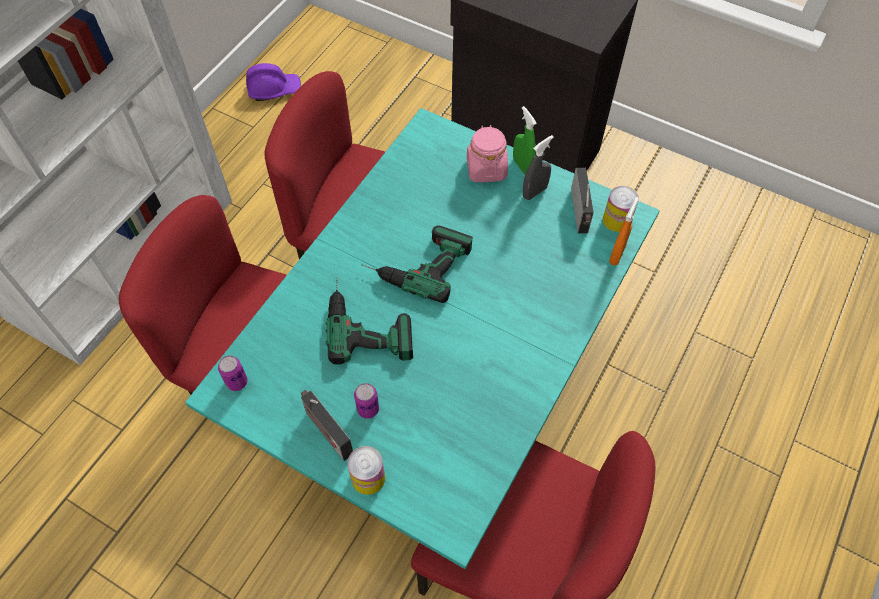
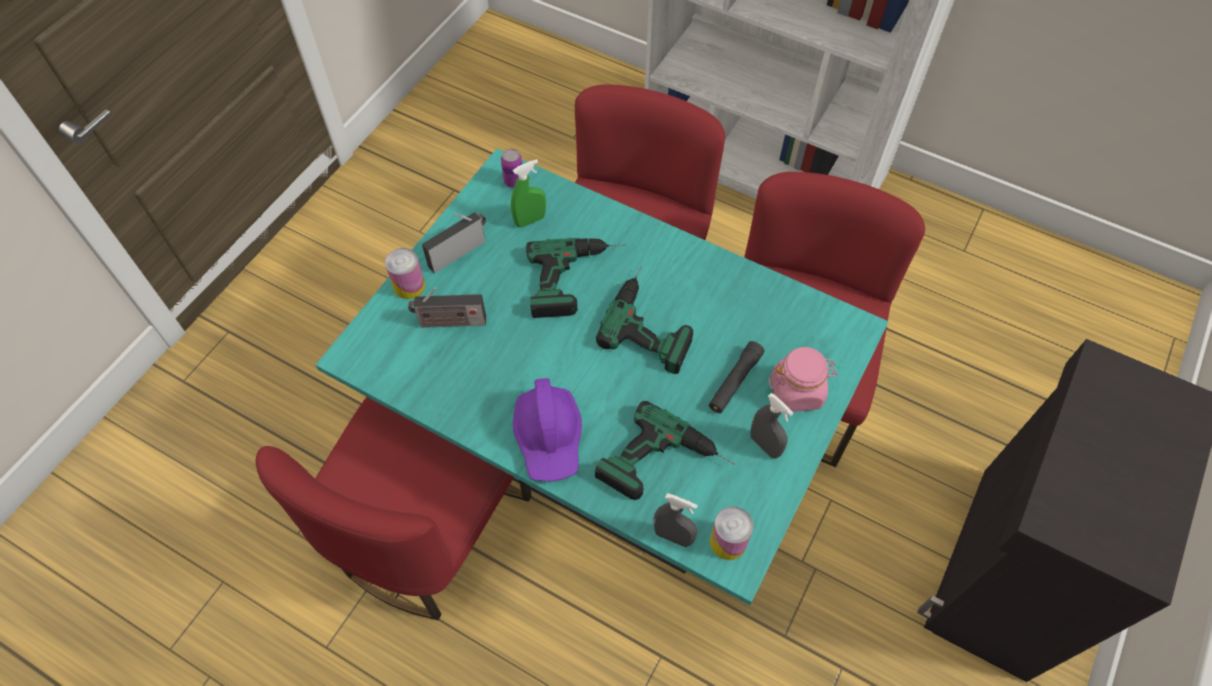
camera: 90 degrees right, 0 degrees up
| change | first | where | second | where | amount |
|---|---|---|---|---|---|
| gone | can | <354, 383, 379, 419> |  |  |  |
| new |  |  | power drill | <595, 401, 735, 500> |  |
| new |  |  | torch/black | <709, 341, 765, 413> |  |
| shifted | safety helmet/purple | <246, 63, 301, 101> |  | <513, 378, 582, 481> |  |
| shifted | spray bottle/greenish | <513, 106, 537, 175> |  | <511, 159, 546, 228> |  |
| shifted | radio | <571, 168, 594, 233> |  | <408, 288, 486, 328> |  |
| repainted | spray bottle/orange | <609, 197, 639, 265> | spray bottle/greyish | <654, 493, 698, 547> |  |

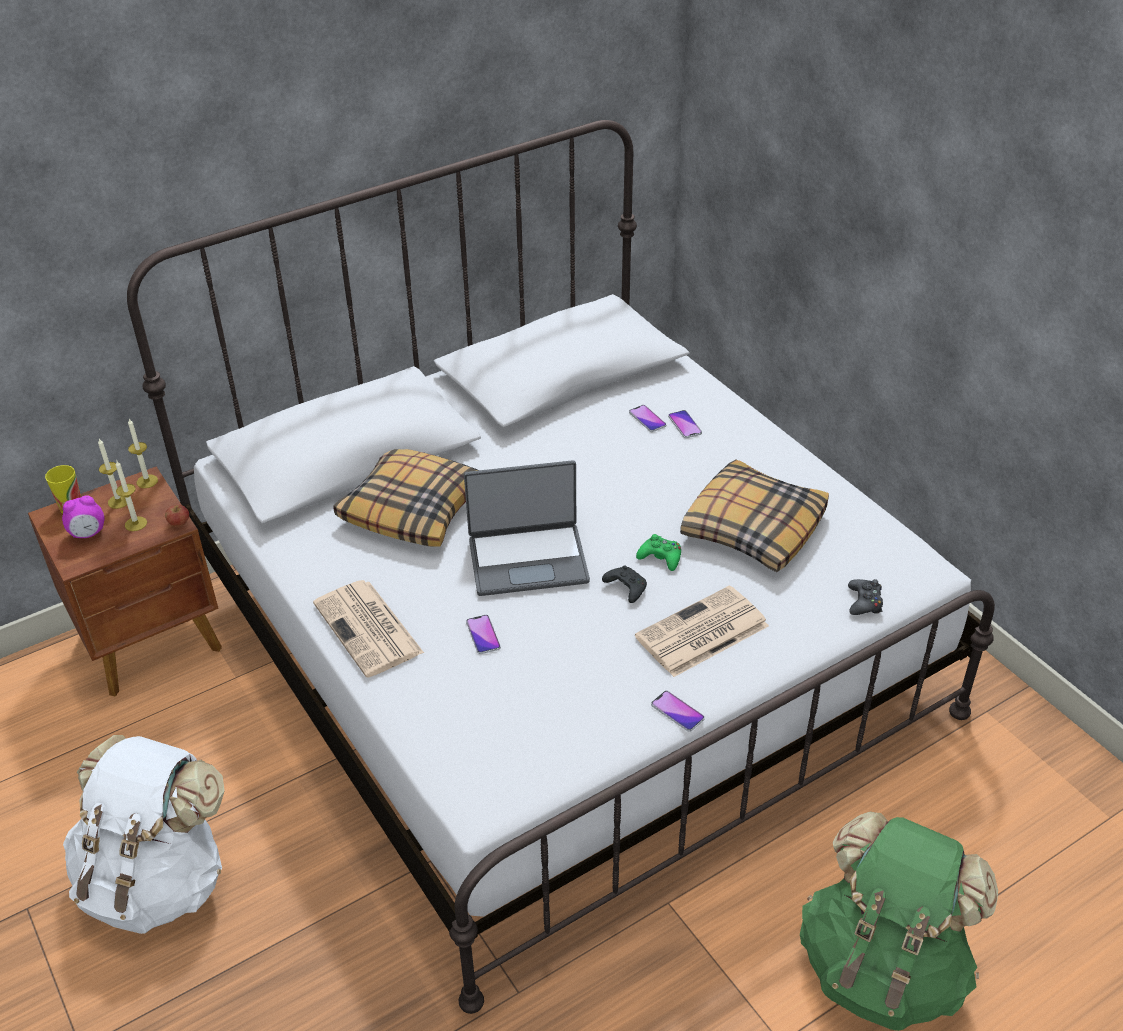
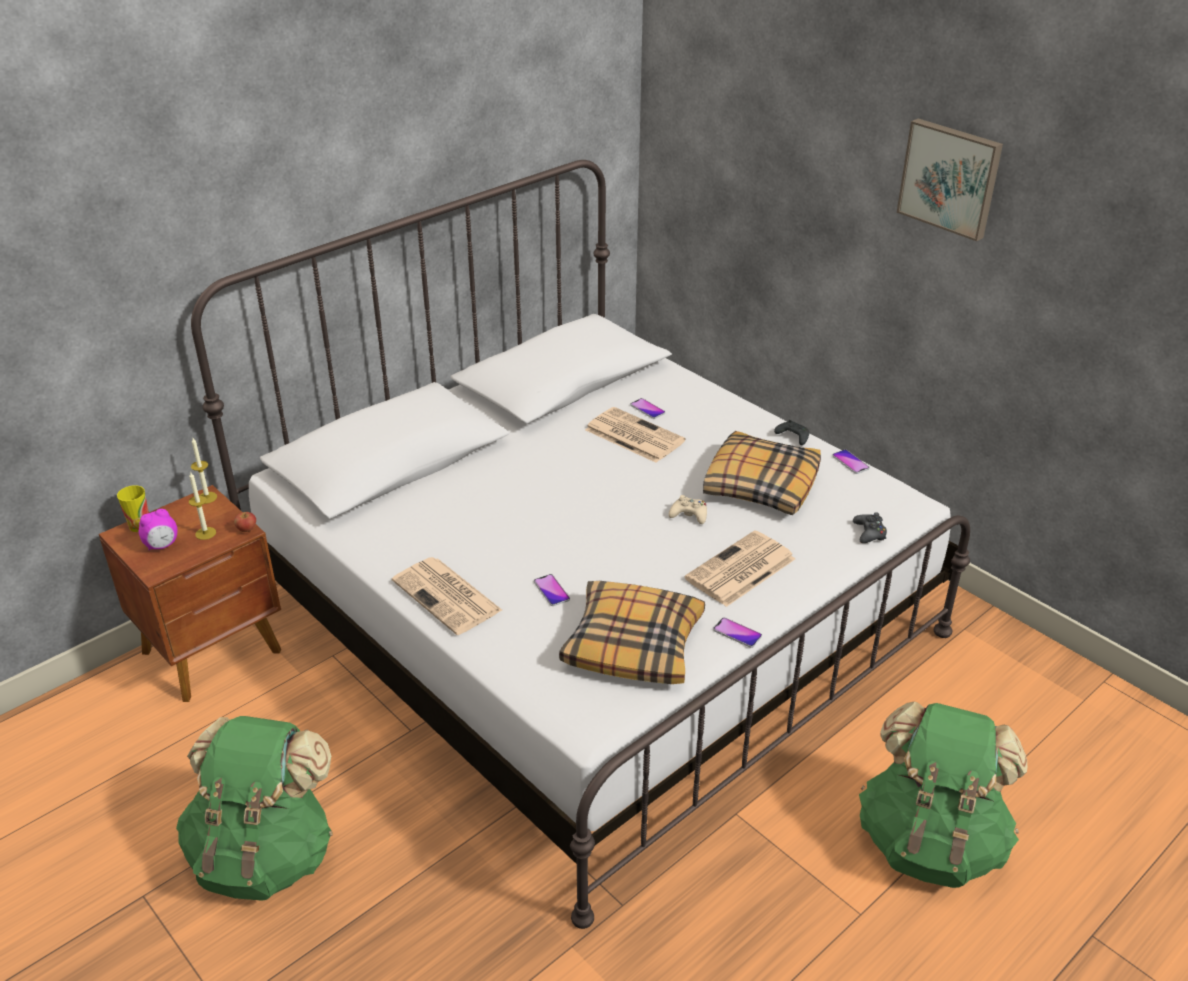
camera: 10 degrees left, 5 degrees down
| change | first | where | second | where | amount |
|---|---|---|---|---|---|
| gone | wax candle | <98, 439, 127, 509> |  |  |  |
| gone | laptop | <464, 460, 590, 596> |  |  |  |
| new |  |  | newspaper | <585, 407, 686, 463> |  |
| new |  |  | picture | <897, 119, 1003, 241> |  |
| shifted | throw pillow | <334, 449, 479, 547> |  | <559, 581, 705, 684> |  |
| shifted | joypad/black | <602, 565, 647, 603> |  | <774, 420, 809, 445> |  |
| shifted | telephone | <668, 410, 702, 438> |  | <832, 449, 870, 474> |  |
| repainted | knapsack/white | <63, 735, 225, 934> | knapsack/greenish | <176, 716, 333, 901> |  |
| repainted | joypad/greenish | <636, 534, 681, 571> | joypad/beige-coloured | <668, 495, 707, 524> |  |

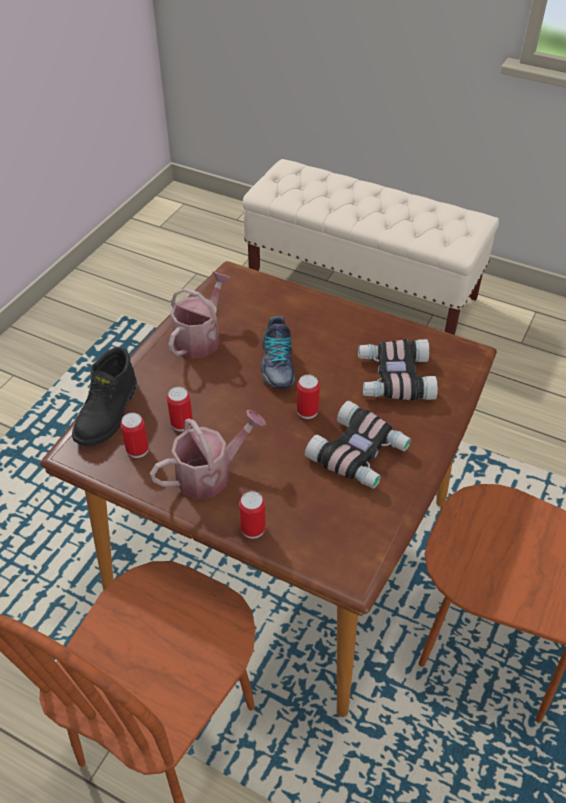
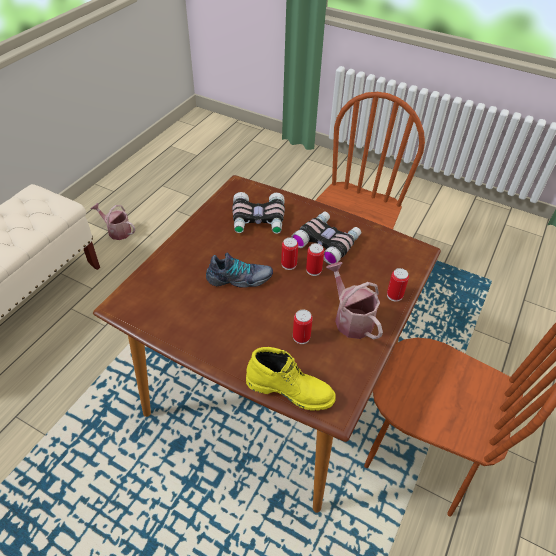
camera: 90 degrees left, 0 degrees up
| change | first | where | second | where | amount |
|---|---|---|---|---|---|
| shifted | can | <120, 413, 149, 458> |  | <306, 243, 324, 276> |  |
| shifted | watering pot | <168, 271, 231, 358> |  | <91, 203, 135, 240> |  |
| repainted | high-top boot/black | <72, 347, 137, 446> | high-top boot/yellow | <246, 347, 336, 411> |  |

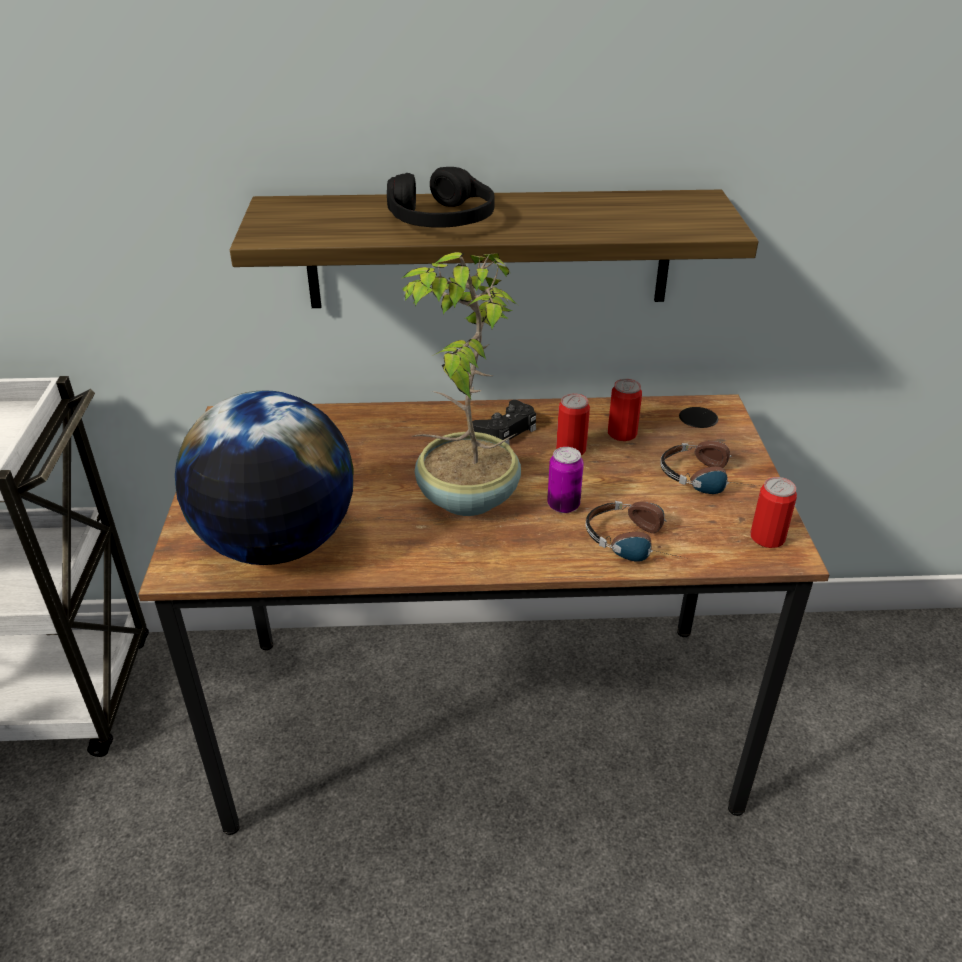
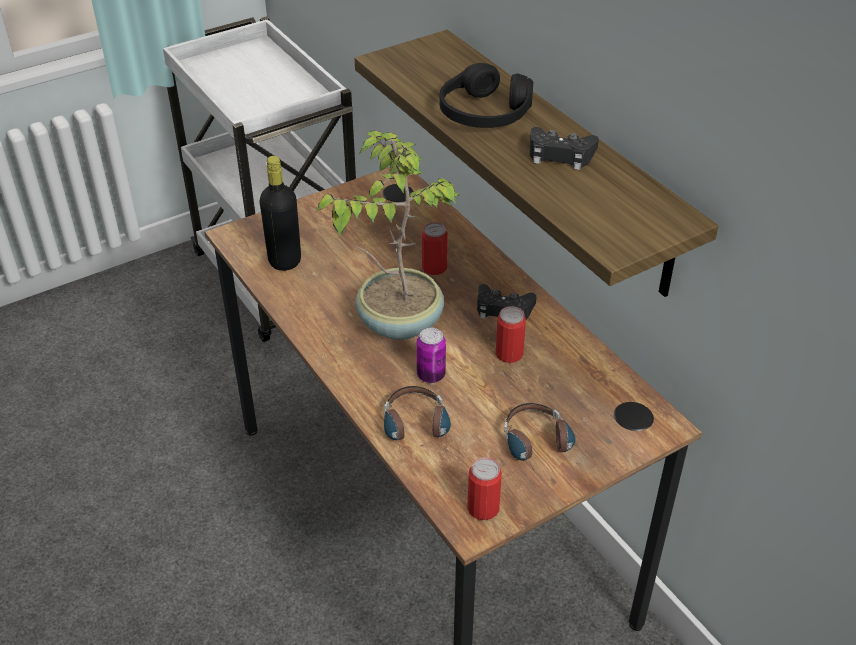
camera: 60 degrees right, 5 degrees up
| change | first | where | second | where | amount |
|---|---|---|---|---|---|
| new |  |  | joypad/black | <530, 127, 599, 170> |  |
| shifted | can | <608, 379, 642, 441> |  | <422, 222, 448, 275> |  |
| swapped | world globe | <175, 390, 353, 565> | drink bottle/black | <259, 156, 301, 271> |  |

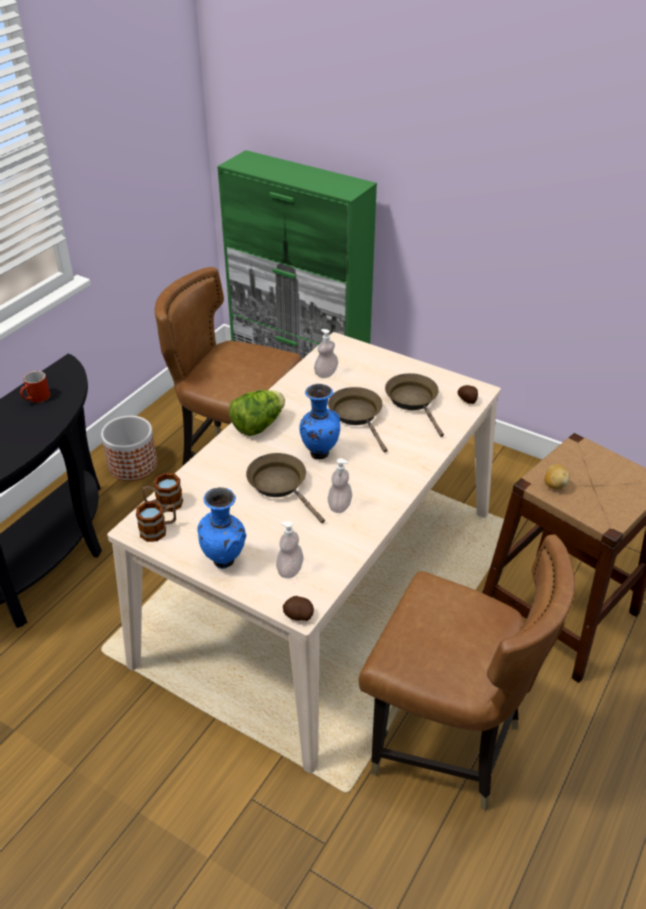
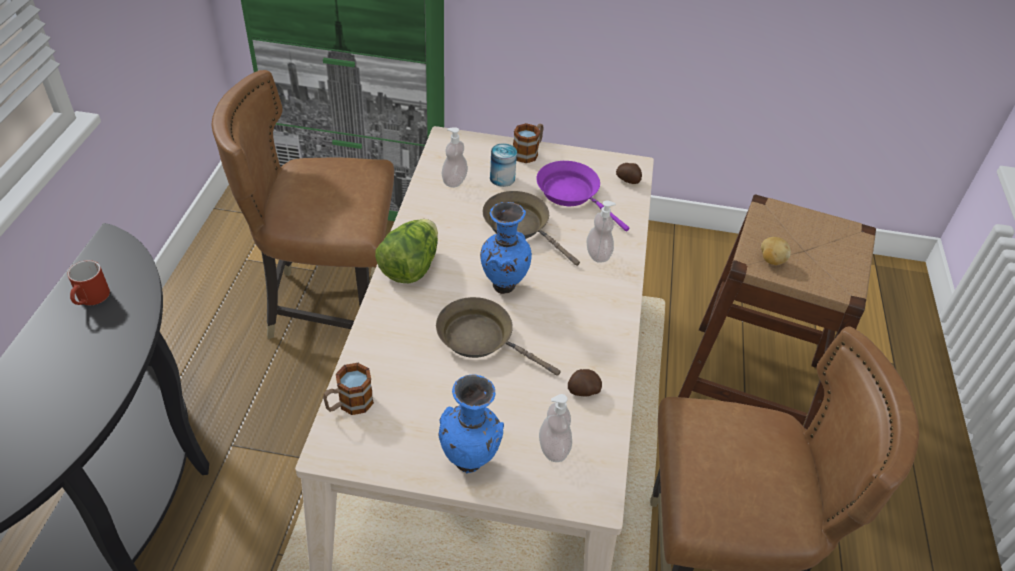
camera: 25 degrees left, 5 degrees up
| change | first | where | second | where | amount |
|---|---|---|---|---|---|
| gone | plant pot | <101, 416, 157, 481> |  |  |  |
| new |  |  | can | <490, 143, 517, 187> |  |
| shifted | tea mug | <136, 501, 176, 542> |  | <513, 123, 544, 163> |  |
| shifted | spud | <283, 596, 314, 621> |  | <568, 369, 602, 396> |  |
| shifted | soap bottle | <328, 458, 352, 513> |  | <586, 200, 616, 263> |  |
| repainted | frying pan/brown-coloured | <385, 373, 444, 437> | frying pan/purple | <536, 161, 629, 231> |  |

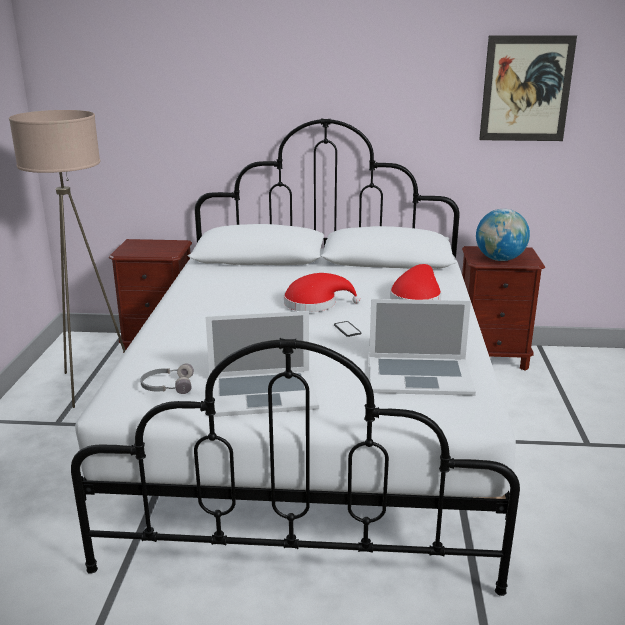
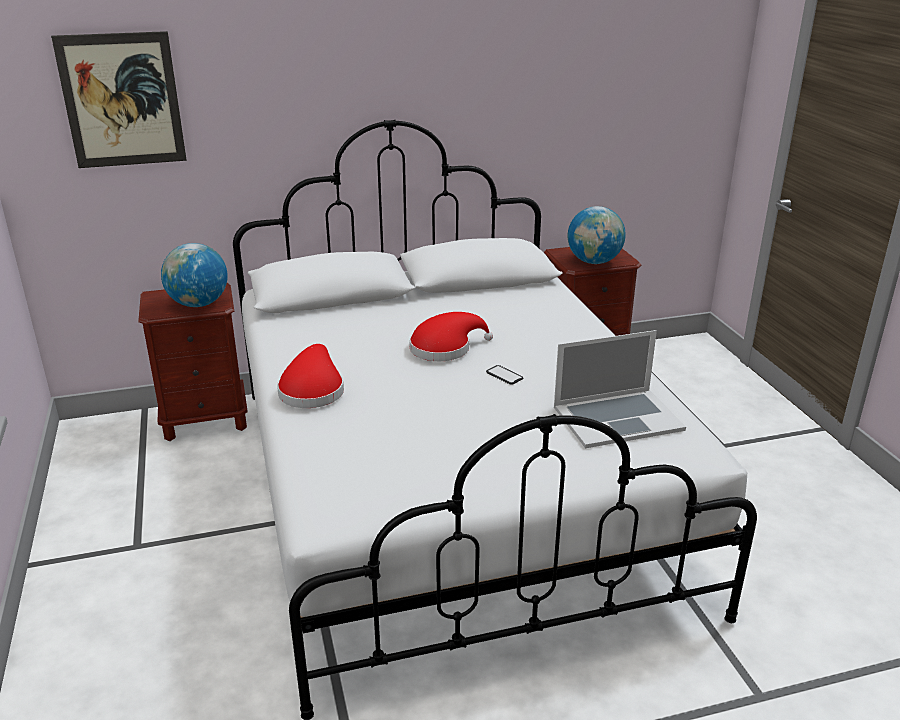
camera: 20 degrees left, 5 degrees up
| change | first | where | second | where | amount |
|---|---|---|---|---|---|
| gone | floor lamp/beige-coloured | <9, 110, 126, 408> |  |  |  |
| gone | pair of headphones/greyish | <140, 363, 194, 394> |  |  |  |
| gone | laptop | <205, 311, 319, 417> |  |  |  |
| new |  |  | world globe | <161, 243, 228, 307> |  |
| shifted | hat/red-coloured | <390, 264, 442, 300> |  | <277, 344, 344, 408> |  |
| shifted | picture | <479, 35, 577, 141> |  | <51, 31, 187, 168> |  |

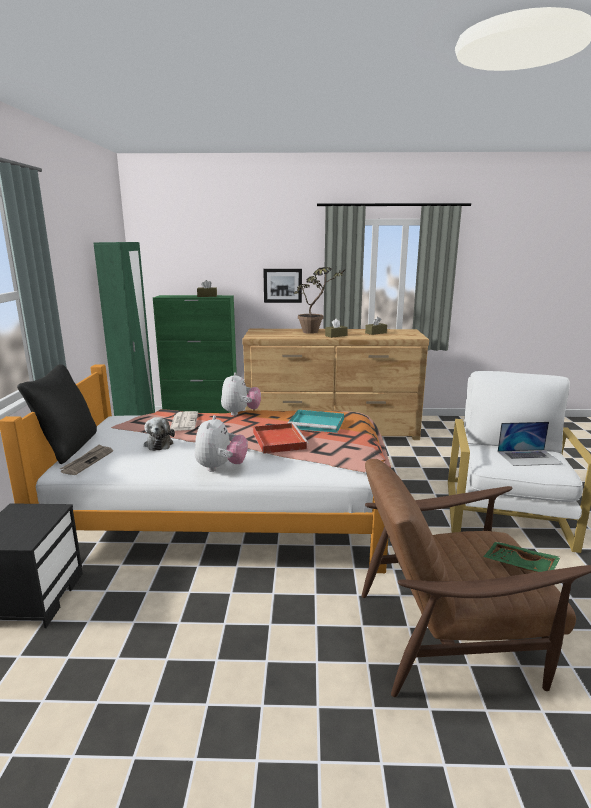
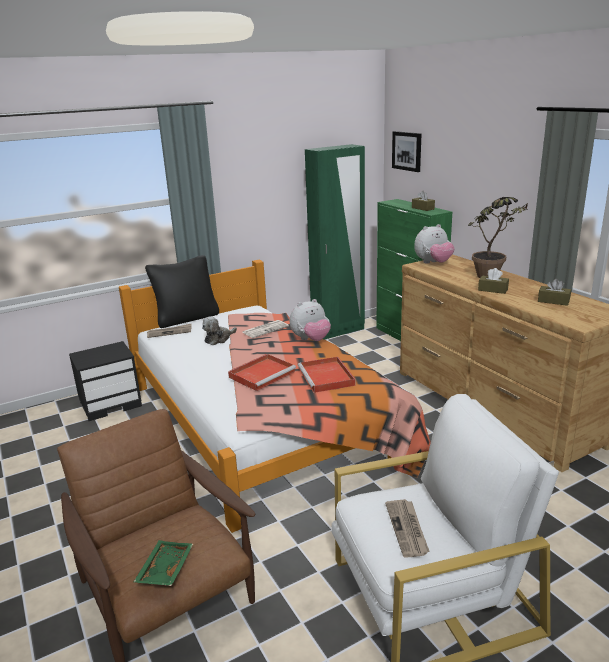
camera: 60 degrees right, 5 degrees up
| change | first | where | second | where | amount |
|---|---|---|---|---|---|
| shifted | plush toy | <195, 415, 248, 472> |  | <414, 224, 455, 263> |  |
| shifted | picture | <263, 269, 302, 303> |  | <392, 131, 422, 172> |  |
| swapped | laptop | <497, 422, 563, 466> | newspaper | <385, 499, 429, 558> |  |
| repainted | carrying tray/turquoise-coloured | <288, 410, 344, 434> | carrying tray/red-coloured | <298, 357, 355, 393> |  |

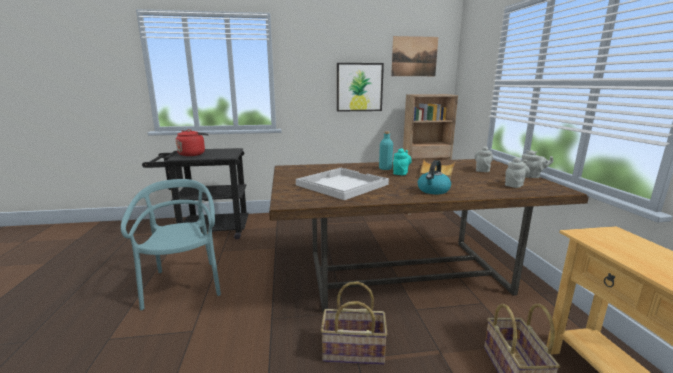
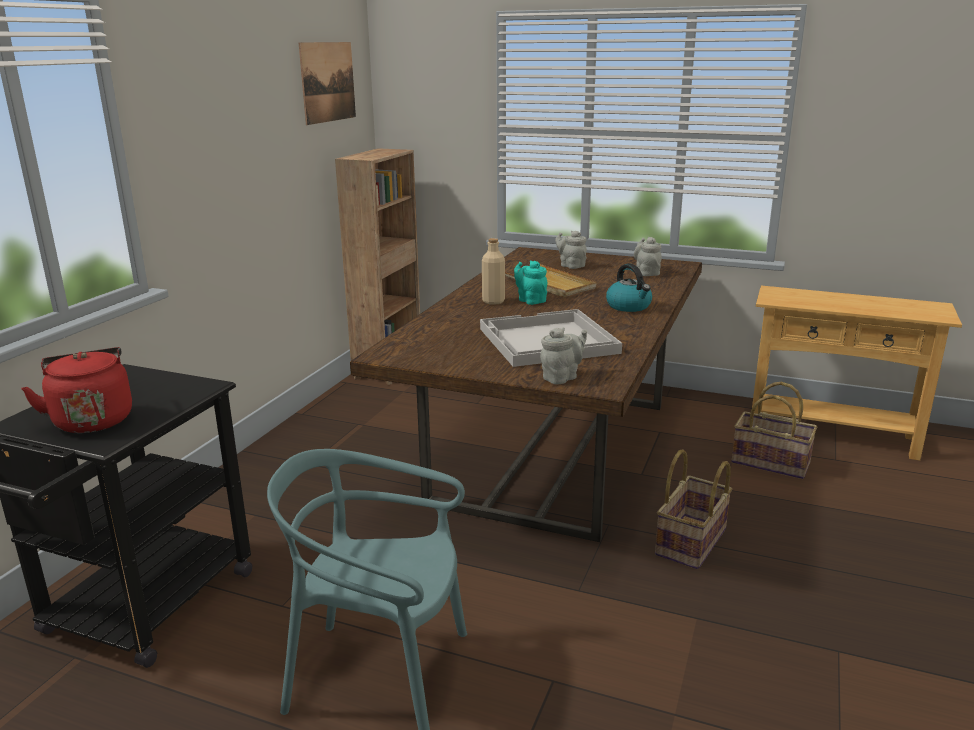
camera: 60 degrees left, 5 degrees up
| change | first | where | second | where | amount |
|---|---|---|---|---|---|
| gone | picture | <337, 63, 384, 112> |  |  |  |
| shifted | tea pot/greyish | <521, 150, 554, 178> |  | <540, 327, 587, 384> |  |
| repainted | drink bottle/turquoise-coloured | <379, 131, 393, 170> | drink bottle/beige-coloured | <482, 238, 505, 305> |  |

